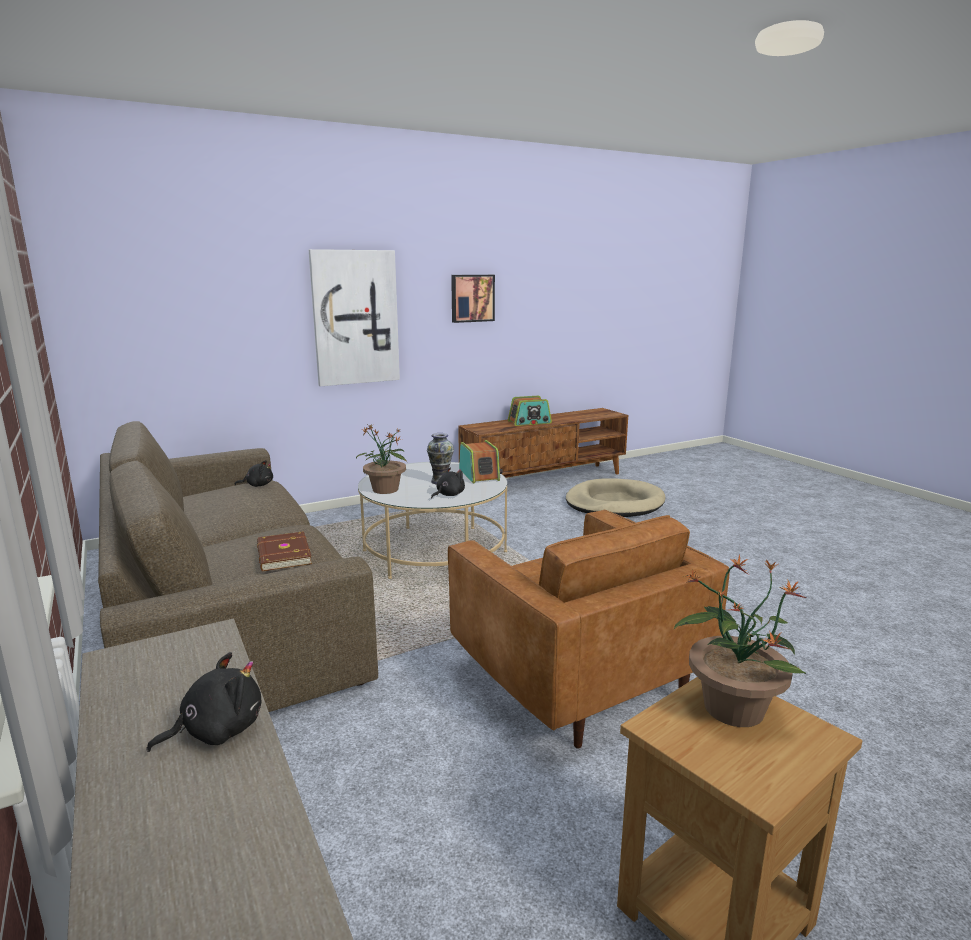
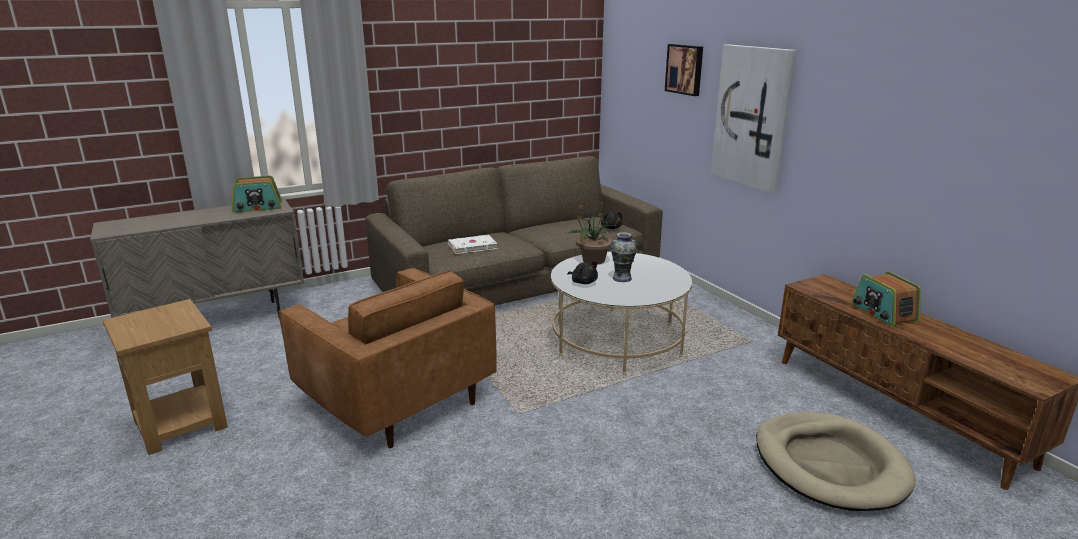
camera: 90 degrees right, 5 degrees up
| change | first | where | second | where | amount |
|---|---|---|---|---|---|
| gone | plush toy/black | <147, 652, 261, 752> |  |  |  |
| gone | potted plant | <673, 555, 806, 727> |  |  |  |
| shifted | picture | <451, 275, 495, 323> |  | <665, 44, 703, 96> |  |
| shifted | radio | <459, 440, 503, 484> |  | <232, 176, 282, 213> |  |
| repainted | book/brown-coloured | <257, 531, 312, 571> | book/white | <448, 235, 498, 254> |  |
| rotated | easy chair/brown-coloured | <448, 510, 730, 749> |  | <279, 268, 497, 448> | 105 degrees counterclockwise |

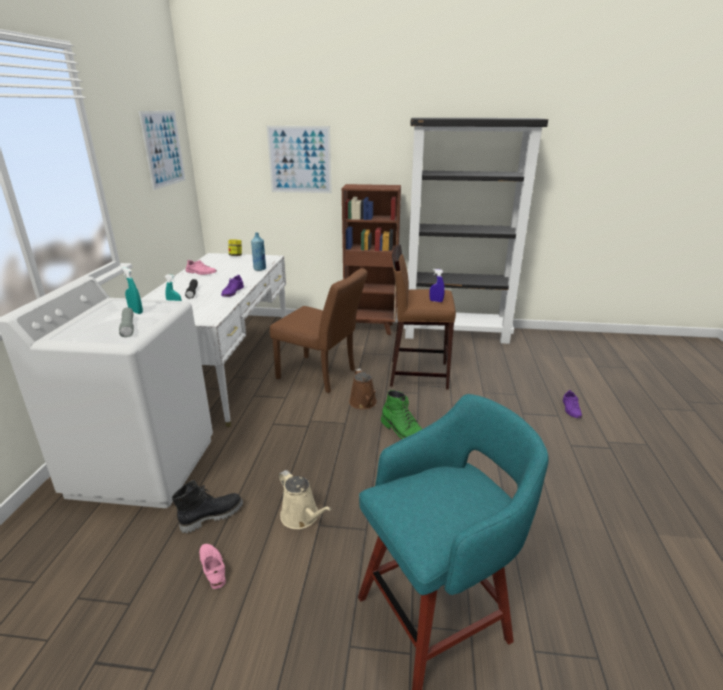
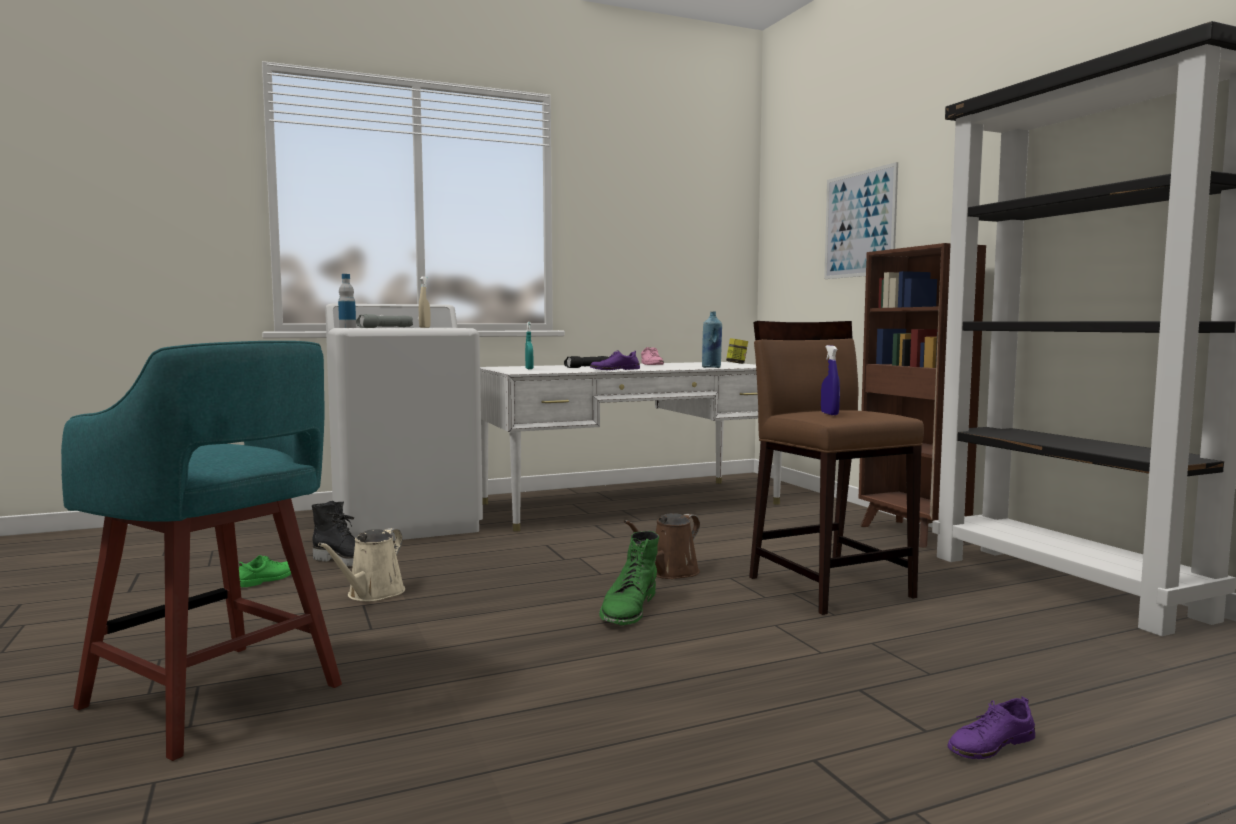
camera: 60 degrees right, 20 degrees down
| change | first | where | second | where | amount |
|---|---|---|---|---|---|
| gone | picture | <139, 110, 186, 190> |  |  |  |
| gone | chair/brown-coloured | <270, 268, 368, 393> |  |  |  |
| new |  |  | drink bottle | <338, 274, 356, 328> |  |
| repainted | spray bottle/turquoise-coloured | <121, 267, 143, 314> | spray bottle/beige-coloured | <419, 276, 431, 328> |  |
| repainted | low shoe/pinkish | <199, 544, 226, 589> | low shoe/greenish | <239, 555, 291, 587> |  |

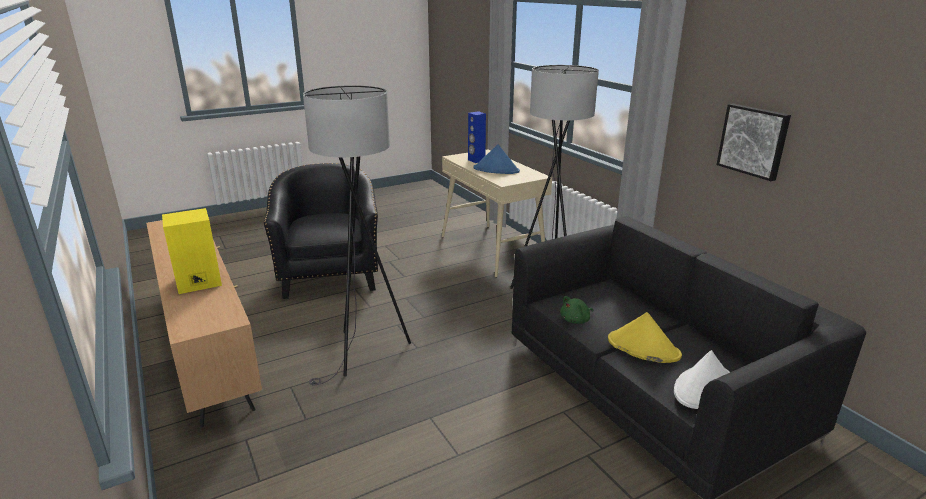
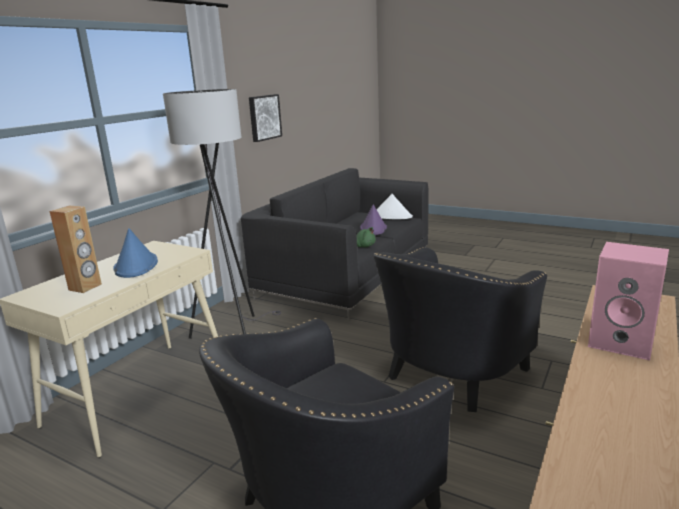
camera: 120 degrees left, 5 degrees down
| change | first | where | second | where | amount |
|---|---|---|---|---|---|
| swapped | floor lamp/greyish | <303, 85, 411, 385> | easy chair/black | <373, 247, 547, 412> |  |
| repainted | loudspeaker/yellow | <162, 208, 222, 294> | loudspeaker/pinkish | <588, 242, 669, 360> |  |
| repainted | loudspeaker/blue-coloured | <468, 111, 486, 163> | loudspeaker/brown-coloured | <49, 206, 102, 293> |  |
| repainted | hat/yellow | <608, 312, 682, 363> | hat/purple | <360, 204, 387, 235> |  |

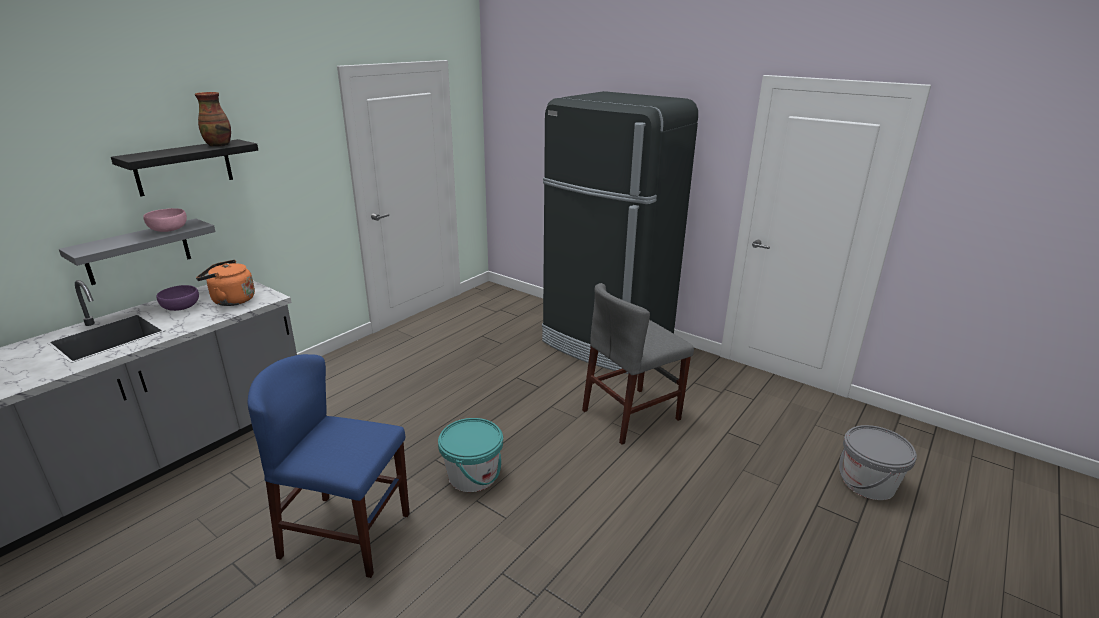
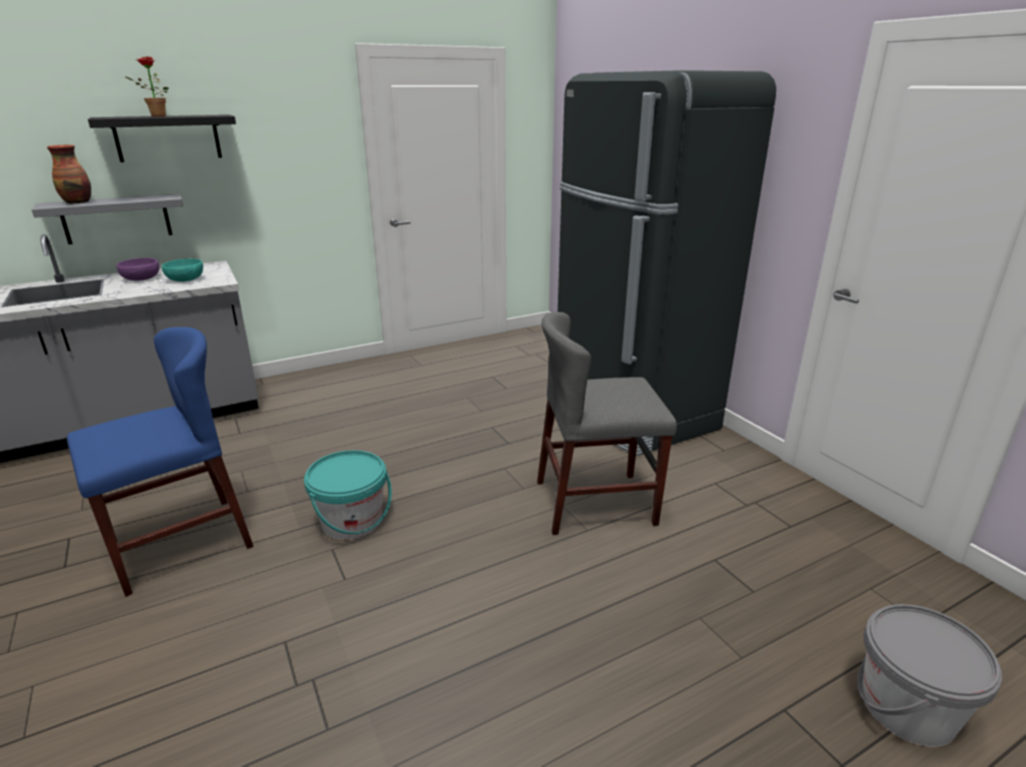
camera: 25 degrees right, 0 degrees up
| change | first | where | second | where | amount |
|---|---|---|---|---|---|
| gone | deep dish/pinkish | <143, 208, 187, 232> |  |  |  |
| new |  |  | potted plant | <124, 56, 169, 117> |  |
| shifted | vase | <195, 92, 231, 147> |  | <47, 145, 91, 204> |  |
| swapped | water kettle/orange | <196, 260, 255, 306> | deep dish/turquoise-coloured | <162, 259, 203, 282> |  |
| rotated | chair/blue-coloured | <248, 354, 410, 578> |  | <67, 327, 254, 597> | 105 degrees clockwise |

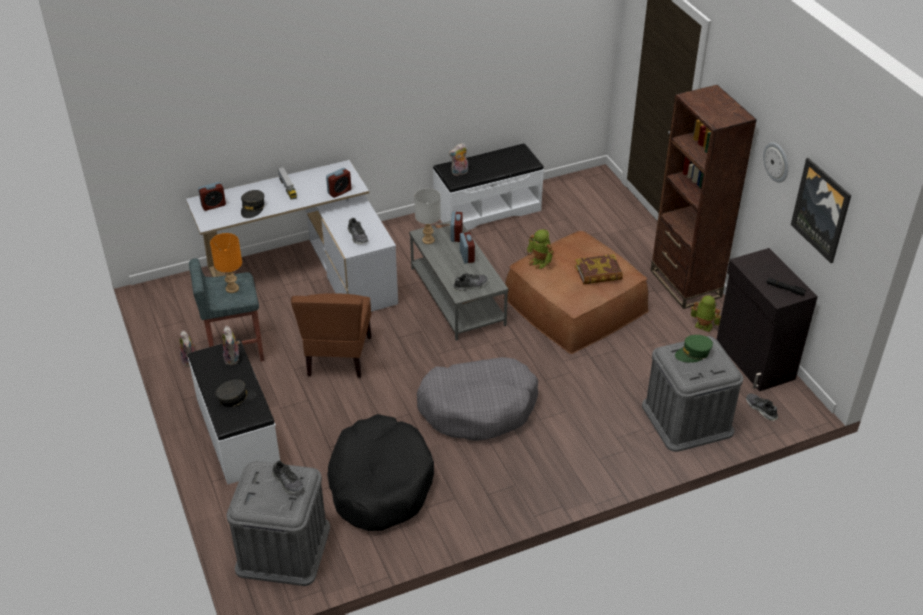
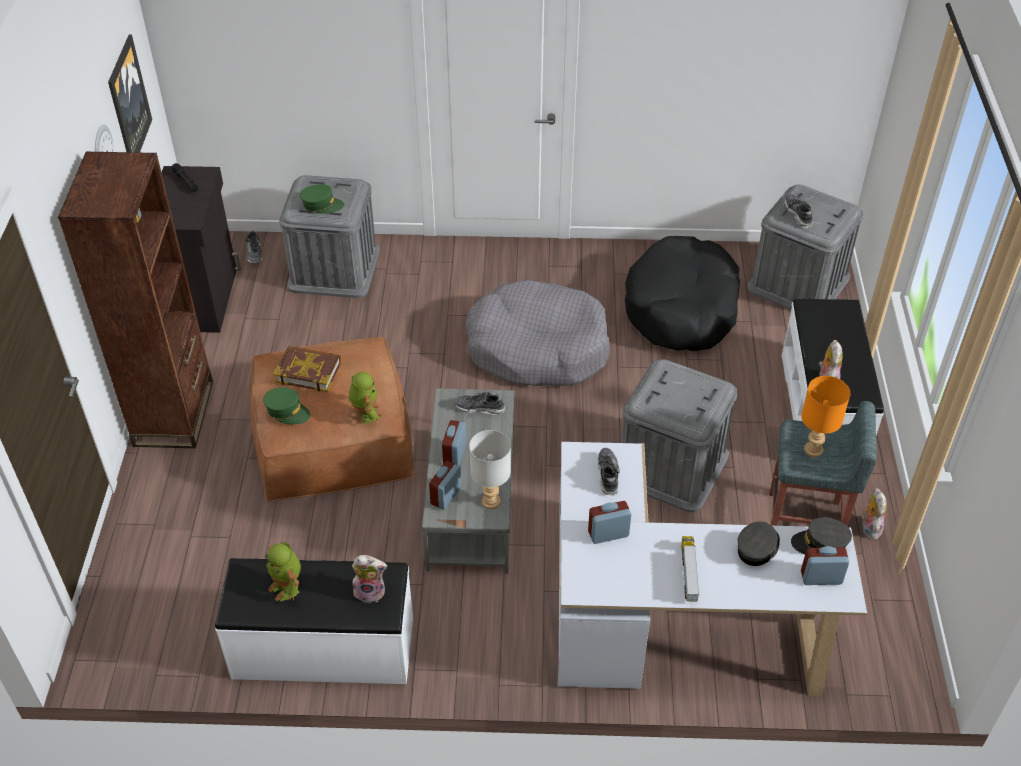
camera: 155 degrees left, 5 degrees up
| change | first | where | second | where | amount |
|---|---|---|---|---|---|
| new |  |  | peaked cap/greenish | <263, 387, 310, 424> |  |
| shifted | peaked cap/greyish | <216, 379, 256, 407> |  | <791, 517, 852, 555> |  |
| shifted | toy robot | <691, 295, 721, 332> |  | <265, 542, 301, 601> |  |
| swapped | chair/brown-coloured | <291, 293, 371, 378> | storage bin/greyish | <621, 359, 738, 513> |  |

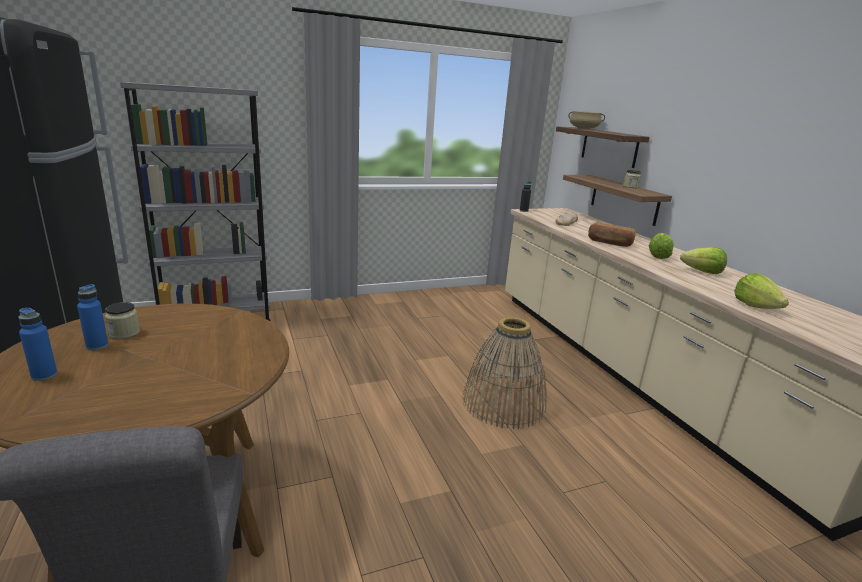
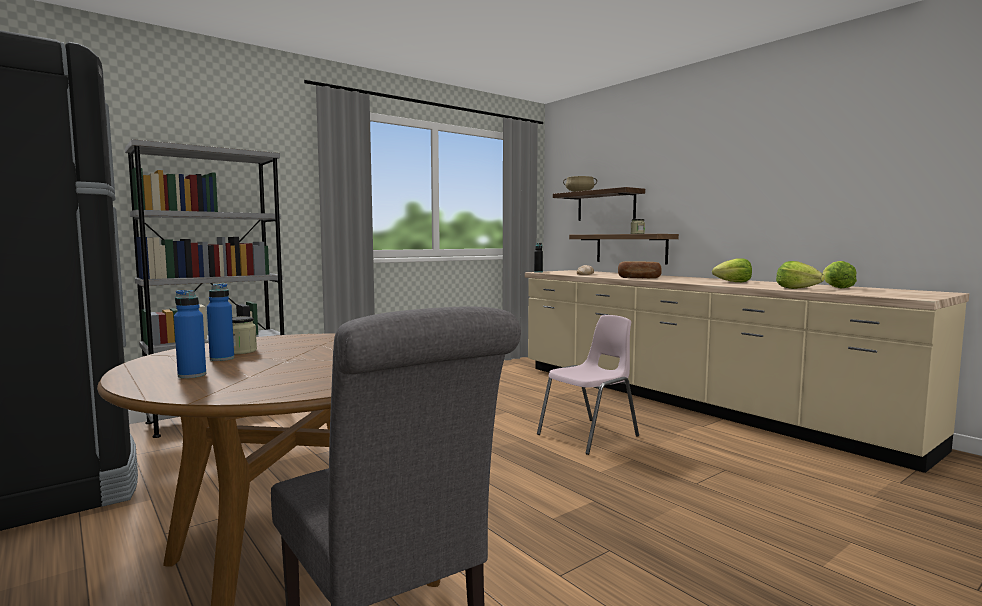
camera: 15 degrees left, 15 degrees down
| change | first | where | second | where | amount |
|---|---|---|---|---|---|
| shifted | lettuce head | <649, 233, 674, 259> |  | <823, 261, 857, 289> |  |
| swapped | storage basket | <462, 317, 547, 429> | chair/pinkish | <537, 315, 639, 455> |  |

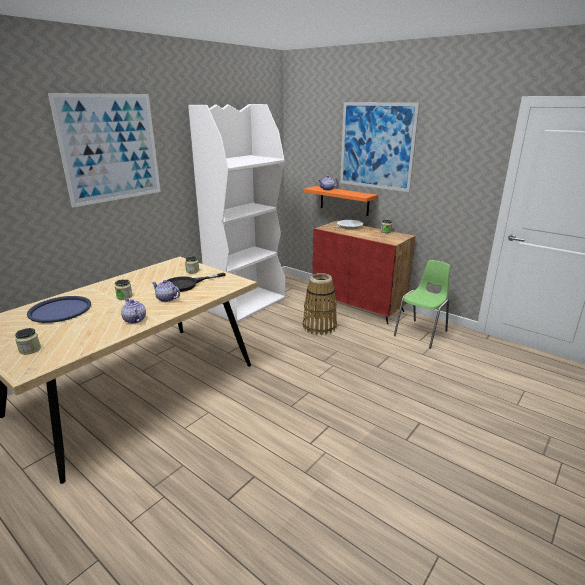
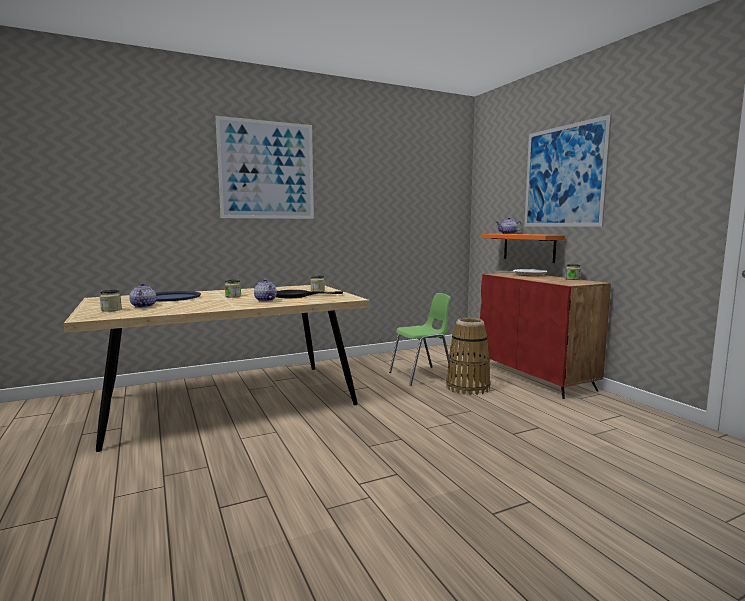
camera: 25 degrees right, 15 degrees down
| change | first | where | second | where | amount |
|---|---|---|---|---|---|
| gone | bookcase/white | <188, 104, 285, 323> |  |  |  |
| shifted | tea pot | <121, 298, 146, 324> |  | <129, 283, 156, 308> |  |
| shifted | chair/greenish | <394, 260, 450, 349> |  | <389, 293, 451, 386> |  |

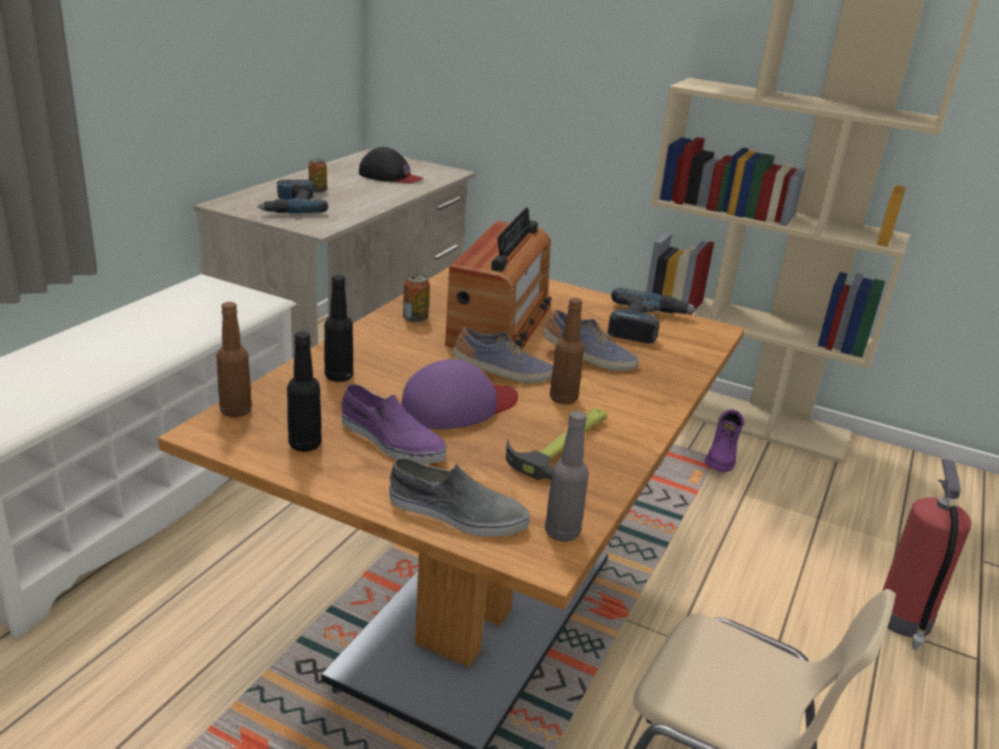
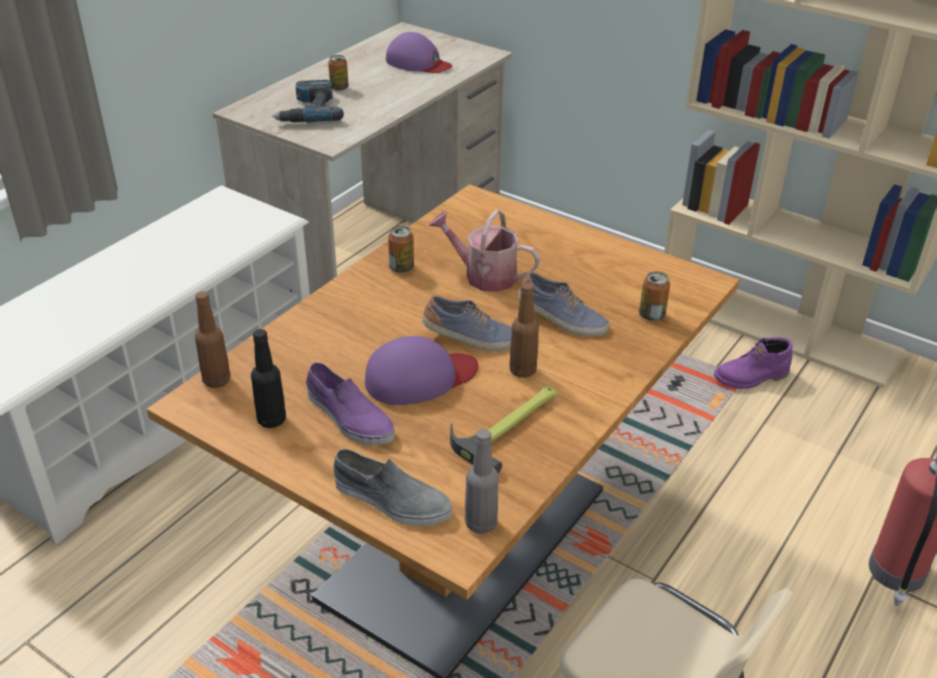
camera: 10 degrees right, 10 degrees up
| change | first | where | second | where | amount |
|---|---|---|---|---|---|
| gone | drink bottle/black | <324, 275, 353, 382> |  |  |  |
| gone | power drill | <607, 288, 697, 344> |  |  |  |
| new |  |  | can | <639, 271, 670, 321> |  |
| swapped | radio | <445, 207, 551, 349> | watering pot | <429, 210, 540, 292> |  |
| repainted | peaked cap/black | <359, 147, 423, 183> | peaked cap/purple | <386, 32, 453, 73> |  |
| rotated | high-top boot/purple | <705, 409, 744, 472> |  | <714, 337, 793, 389> | 45 degrees clockwise |

